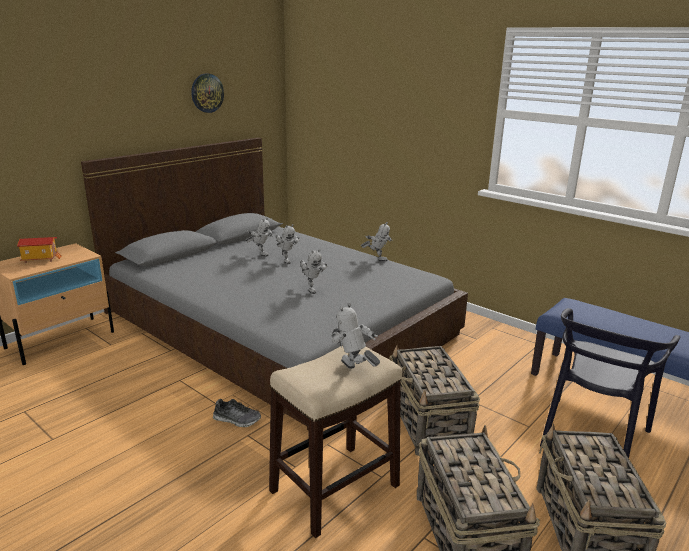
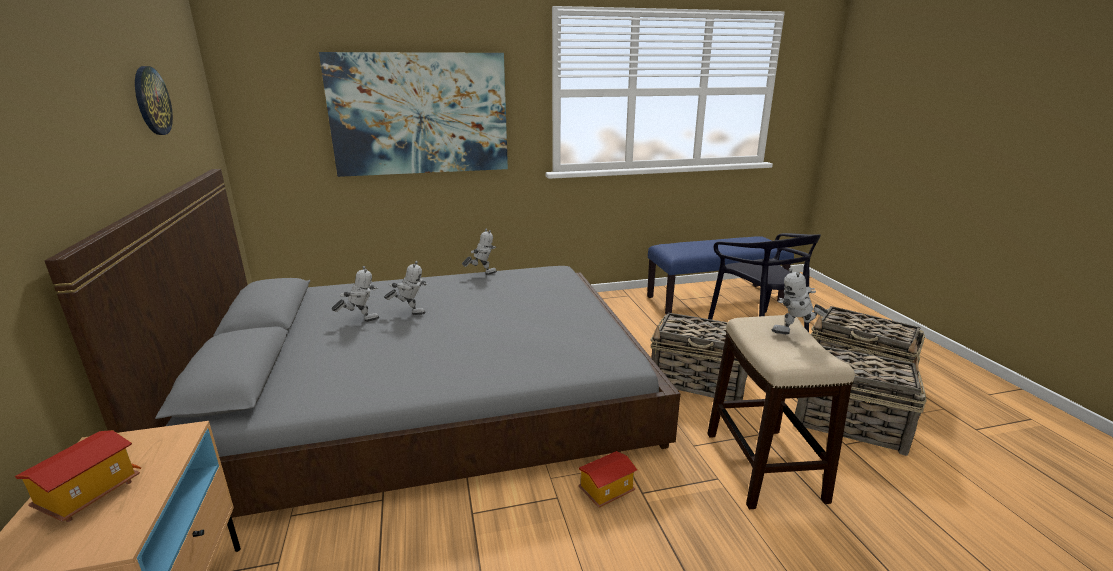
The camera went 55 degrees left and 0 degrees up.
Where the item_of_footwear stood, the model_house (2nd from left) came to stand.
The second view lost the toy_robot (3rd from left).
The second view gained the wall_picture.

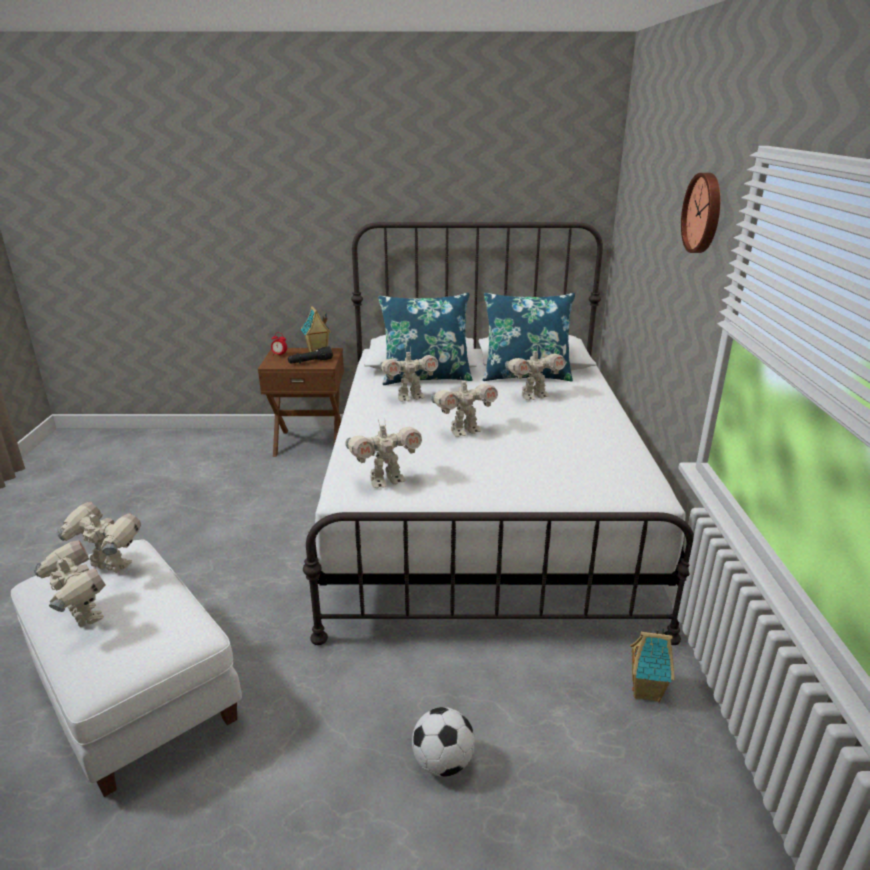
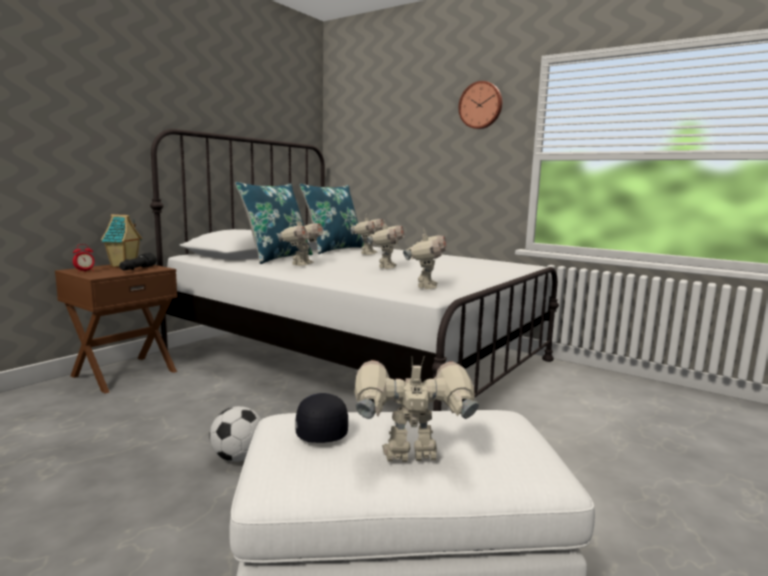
The camera went 55 degrees left and 15 degrees down.
Where the toy_robot (2nd from left) stood, the blackish_cap came to stand.
The football ended up elsewhere.
The second view lost the model_house (2nd from left).

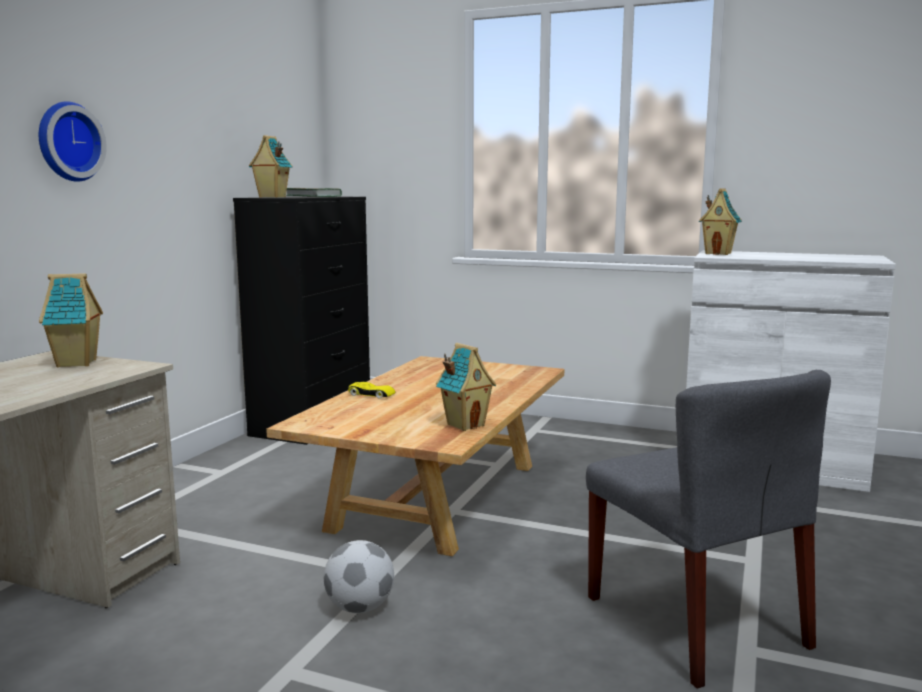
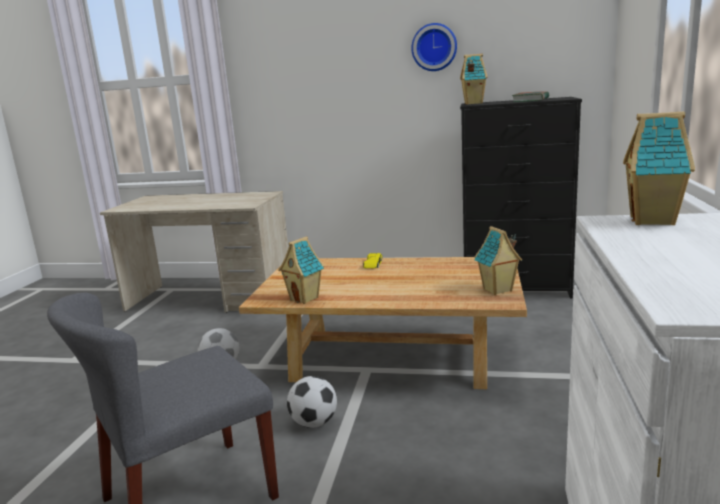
The camera went 80 degrees right and 5 degrees up.
The hanging_clock ended up elsewhere.
The model_house (1st from left in the first image) ended up elsewhere.
The second view gained the football (2nd from left).

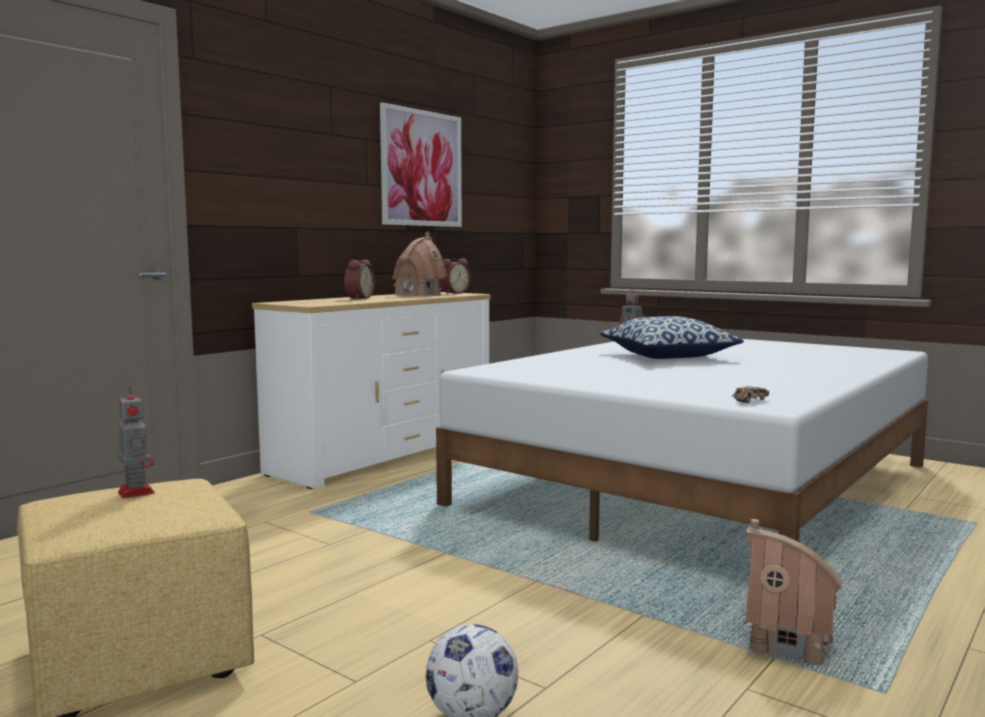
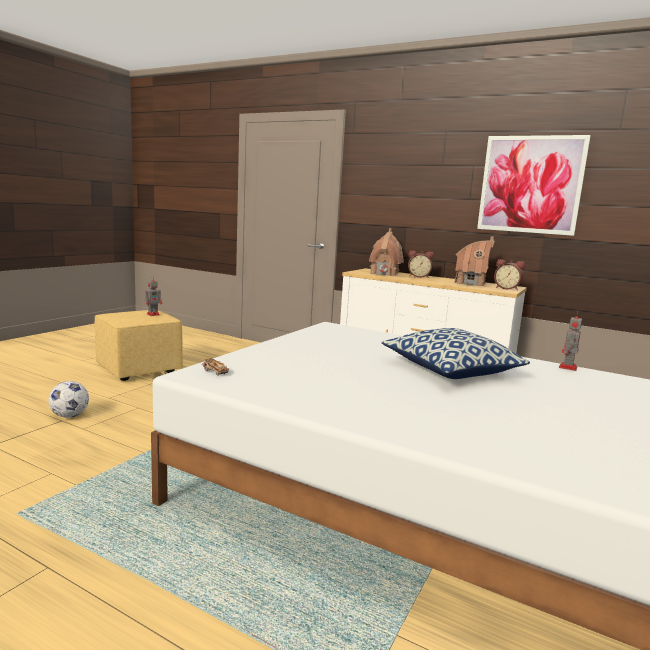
The camera went 80 degrees right and 5 degrees up.
The model_house (2nd from left in the first image) ended up elsewhere.

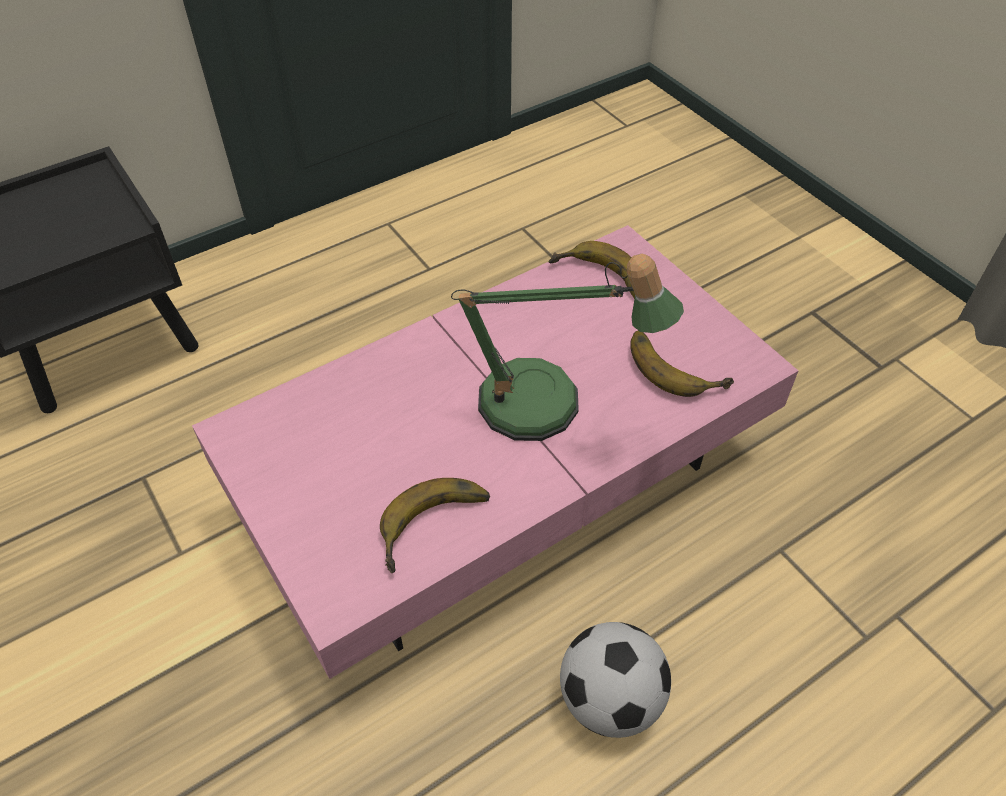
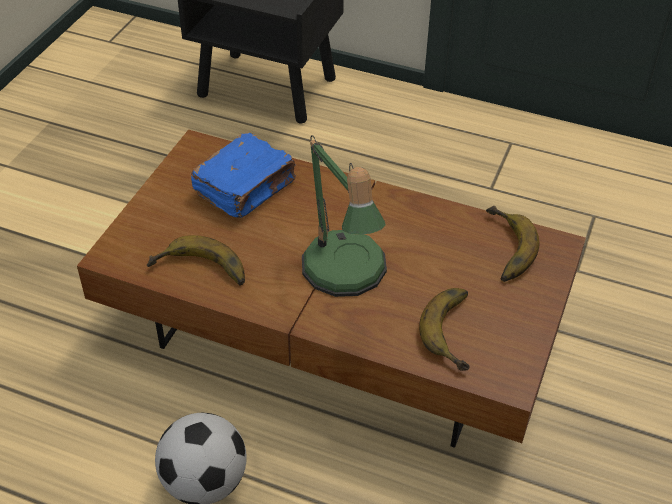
The camera went 55 degrees right and 5 degrees down.
What was the pink-coloured_coffee_table turned into the brown-coloured_coffee_table.
The second view gained the bluish_book.

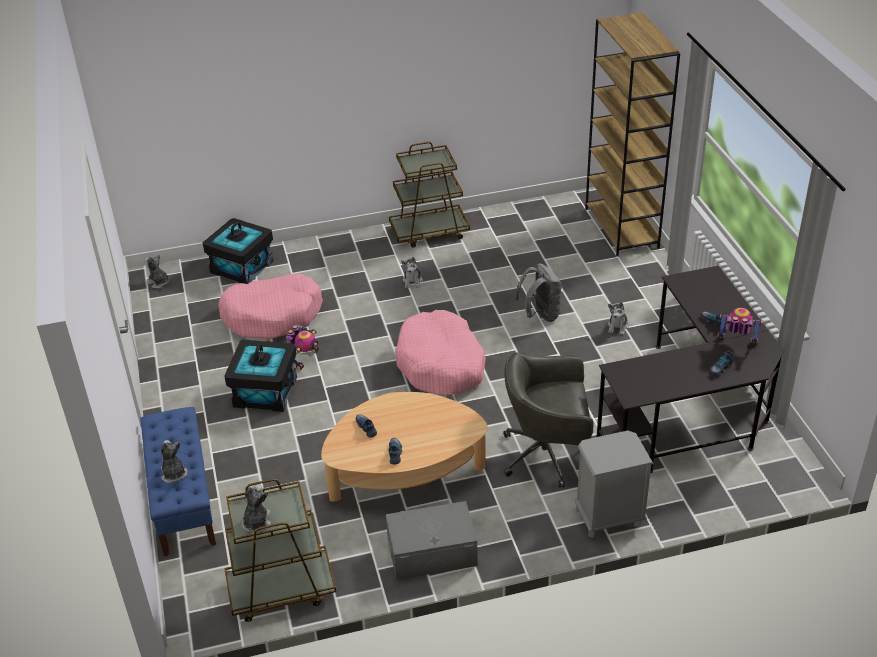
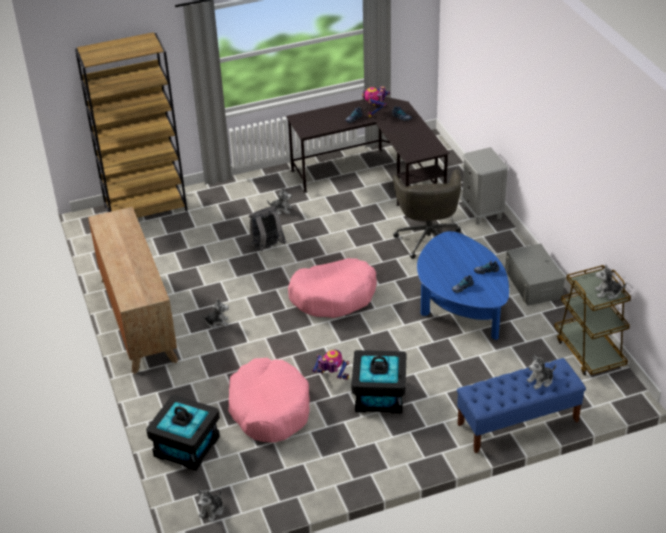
The camera went 95 degrees left and 0 degrees up.
What was the sand-coloured_coffee_table turned into the bluish_coffee_table.
Where the brown-coloured_cart (2nd from left) stood, the brown-coloured_chest_of_drawers came to stand.

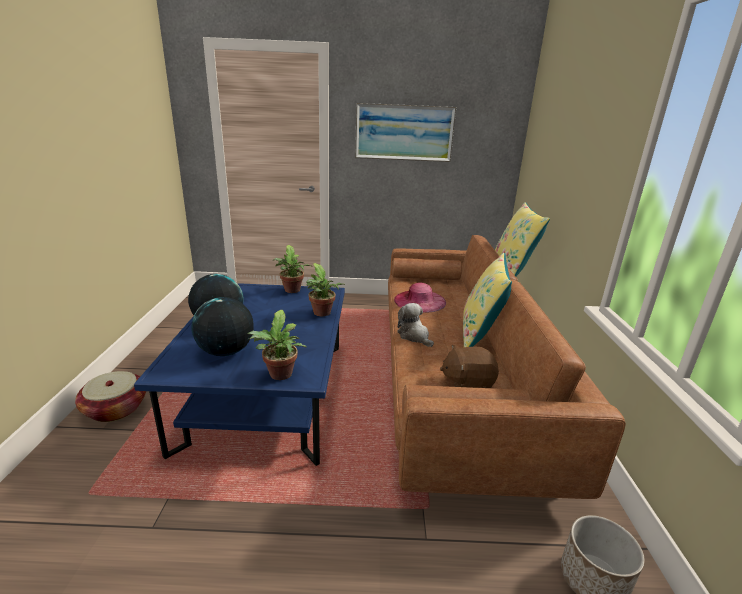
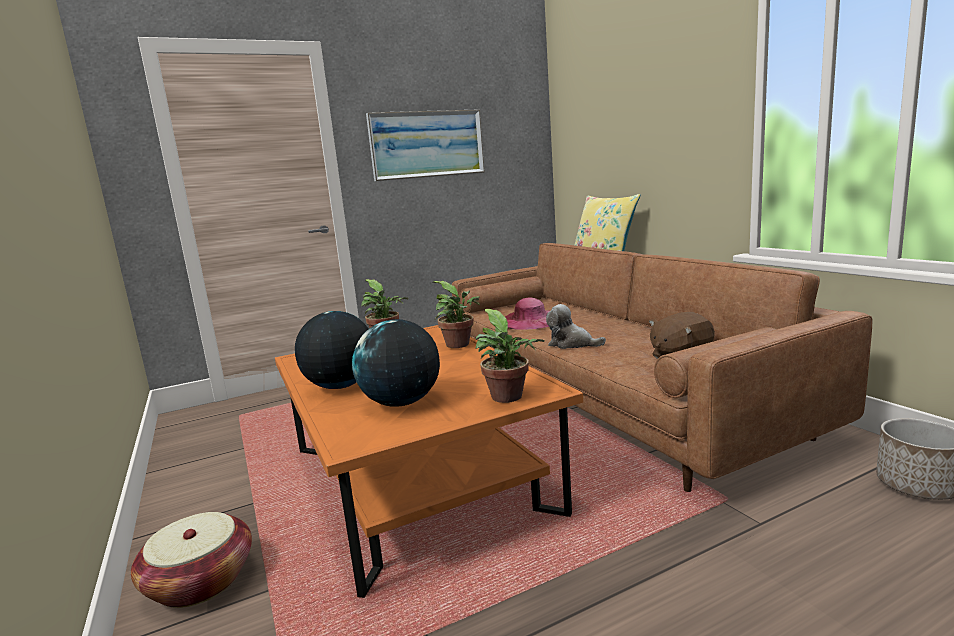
The camera went 25 degrees left and 10 degrees down.
What was the bluish_coffee_table turned into the orange-coloured_coffee_table.
The second view lost the yellow_cushion (1st from left).

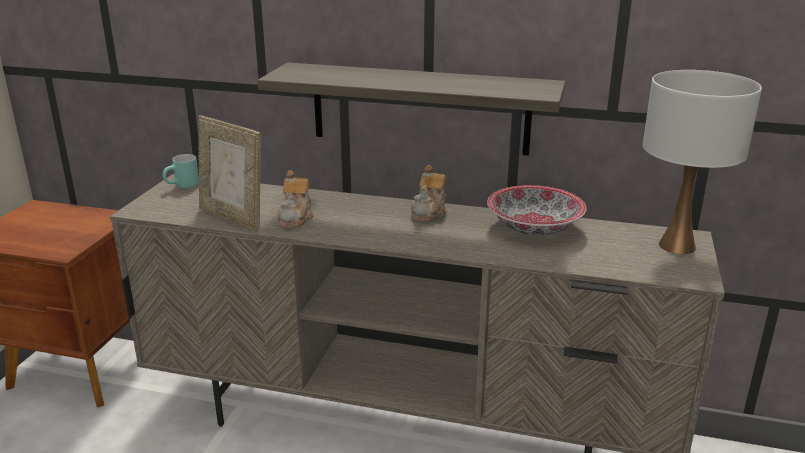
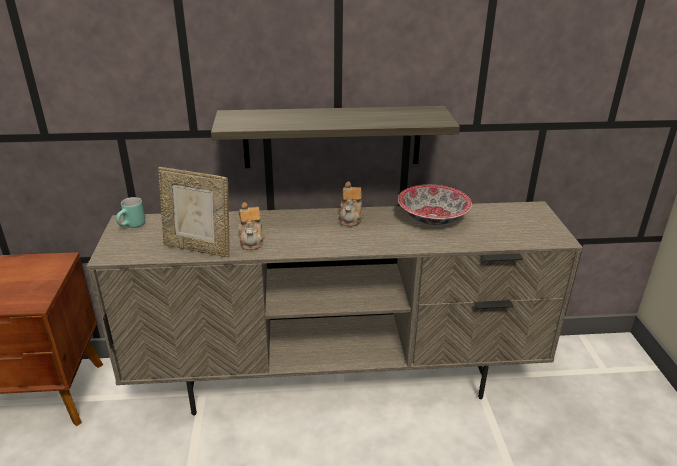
The camera went 20 degrees left and 5 degrees up.
The second view lost the white-coloured_table_lamp.

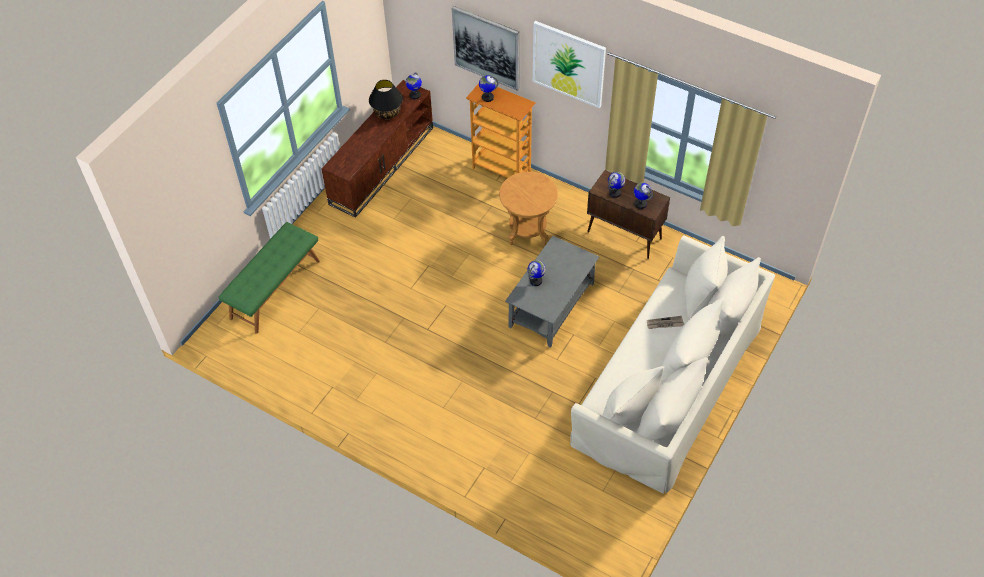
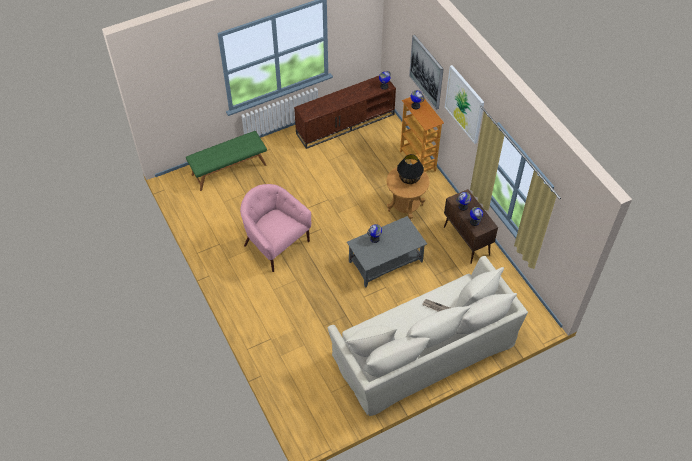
The camera went 30 degrees right and 0 degrees up.
The blackish_table_lamp ended up elsewhere.
The second view gained the pink-coloured_lounge_chair.

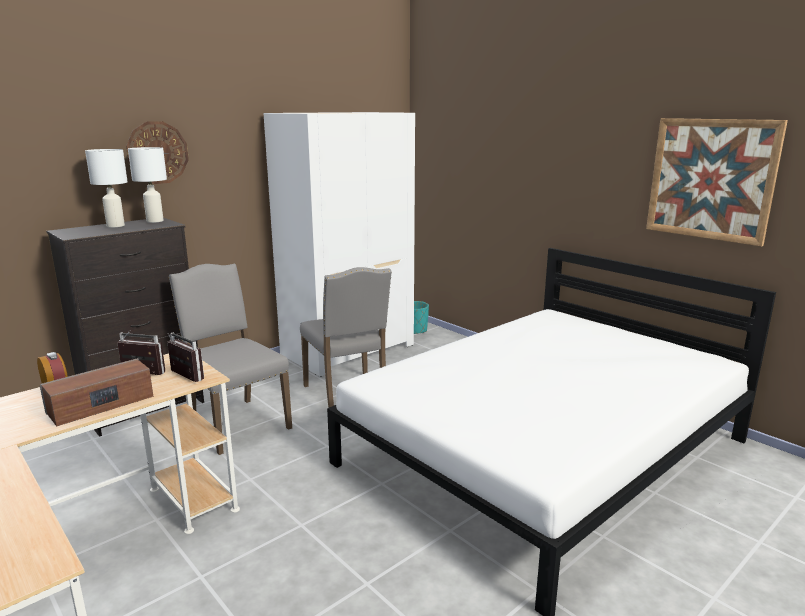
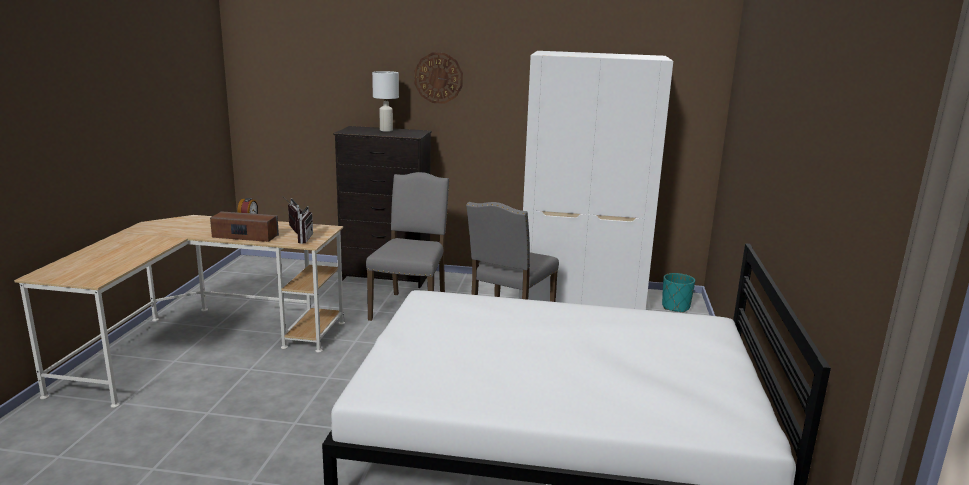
The camera went 50 degrees right and 0 degrees up.
The second view lost the white-coloured_table_lamp (2nd from left).
The second view lost the wall_picture.

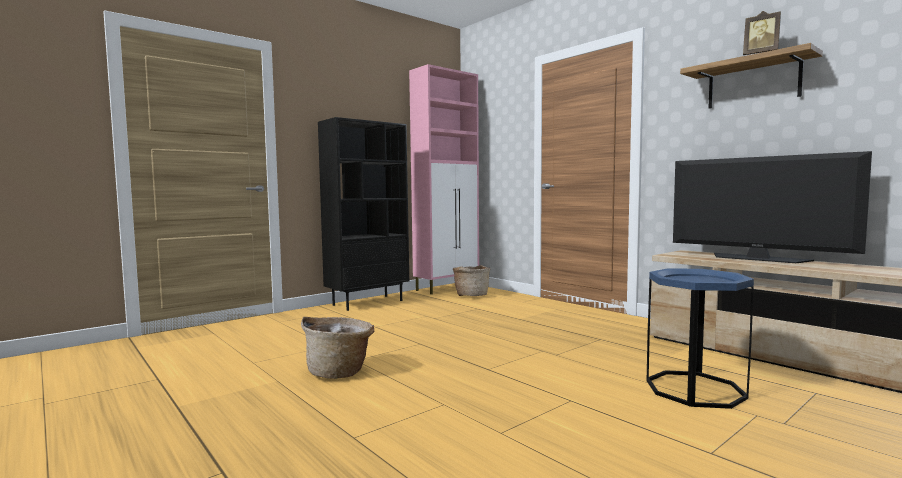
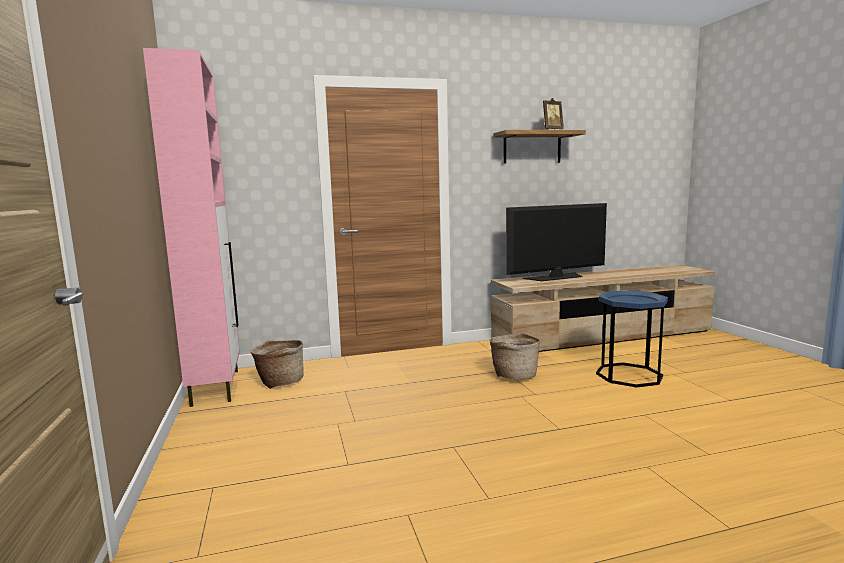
The camera went 65 degrees left and 5 degrees up.
The storage_basket (1st from left in the first image) ended up elsewhere.
The second view lost the blackish_bookcase.

